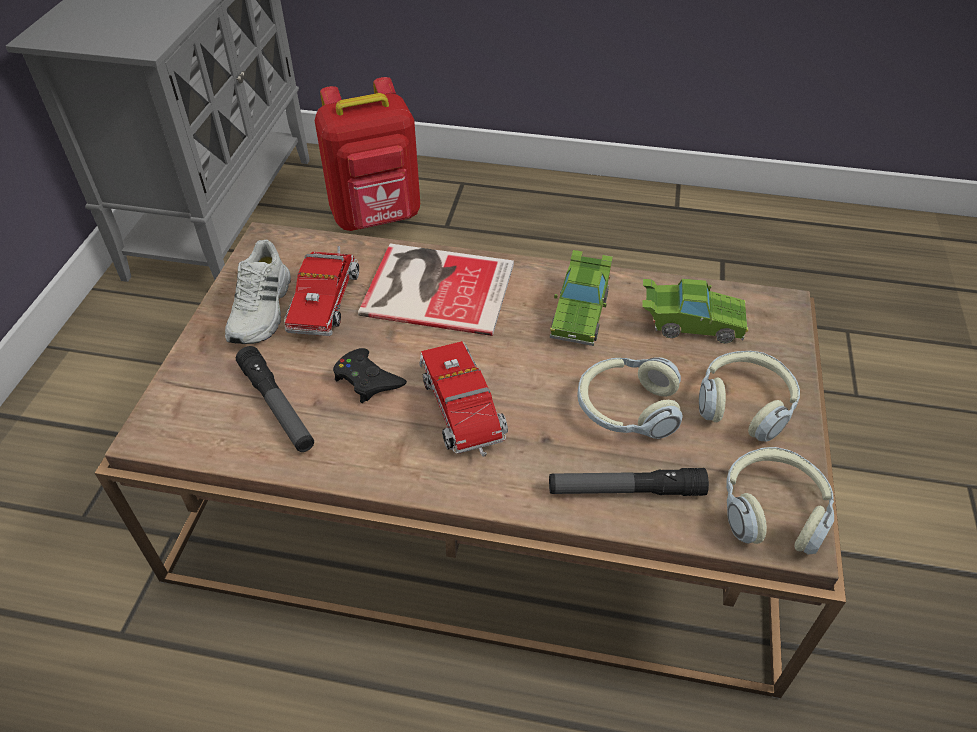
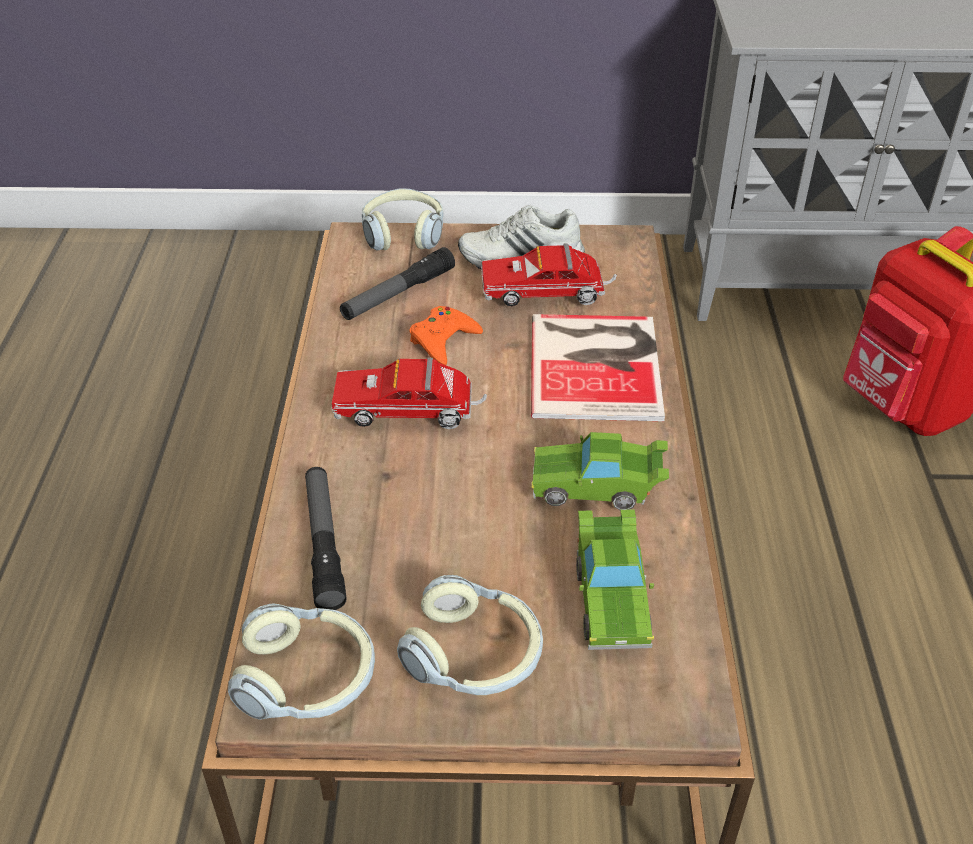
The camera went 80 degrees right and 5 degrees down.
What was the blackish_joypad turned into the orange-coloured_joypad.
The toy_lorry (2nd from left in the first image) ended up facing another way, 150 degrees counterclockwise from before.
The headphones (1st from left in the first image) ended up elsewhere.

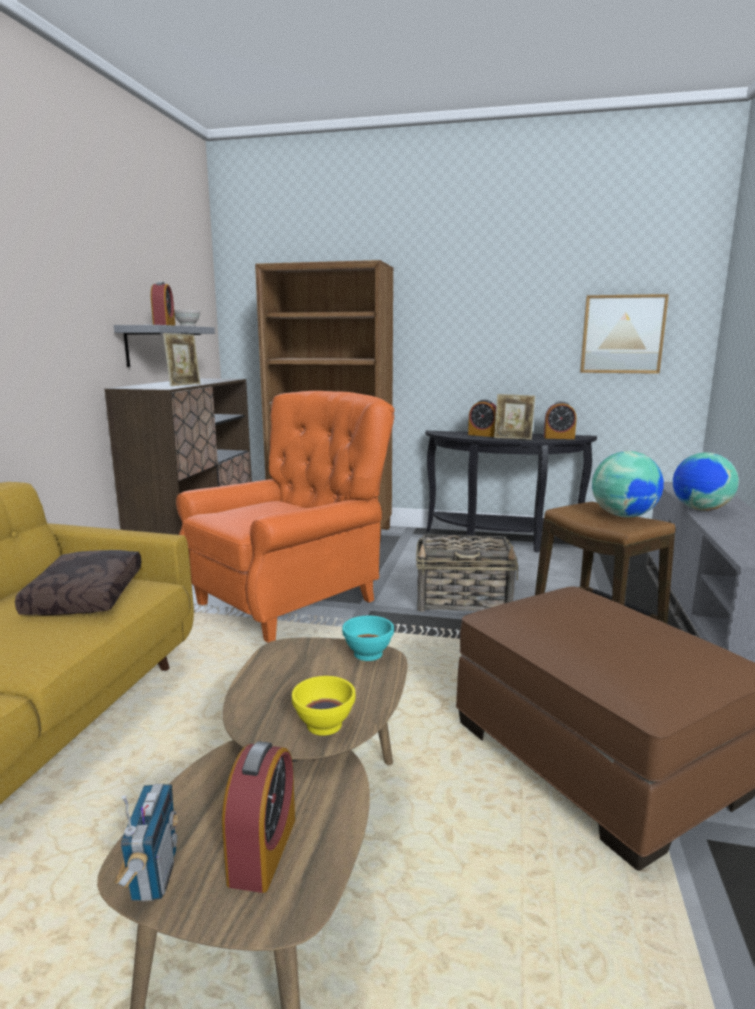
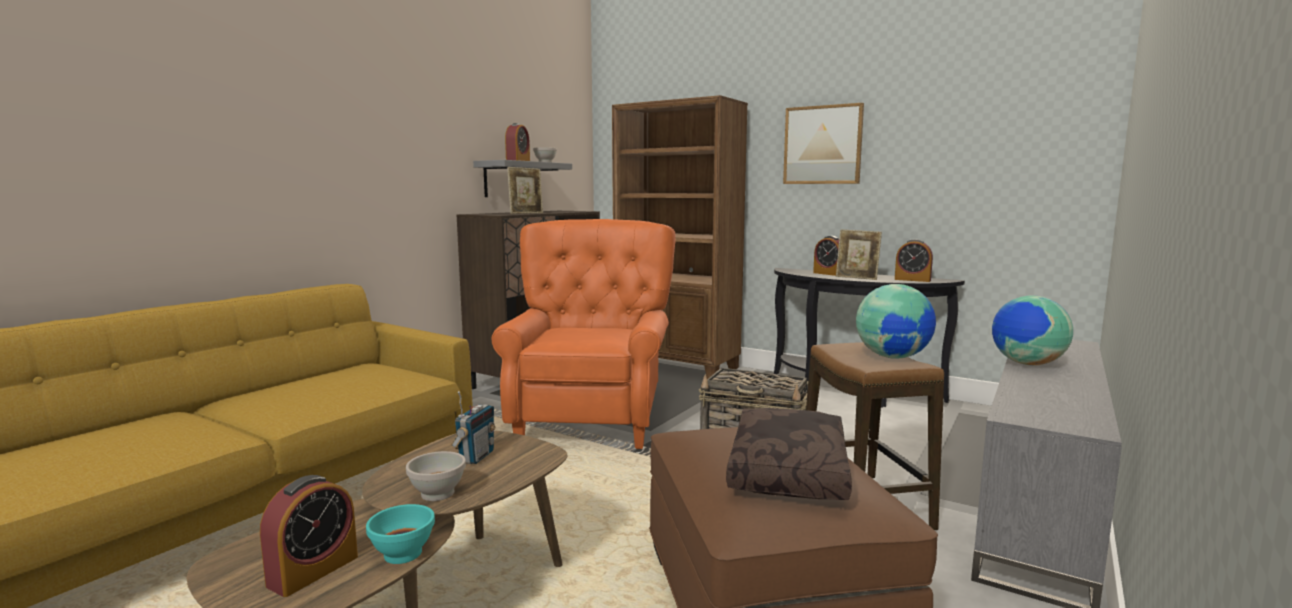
The camera went 20 degrees right and 5 degrees down.
The brown-coloured_cushion ended up elsewhere.
The radio_set ended up elsewhere.
The orange-coloured_lounge_chair ended up facing another way, 60 degrees counterclockwise from before.
What was the yellow_bowl turned into the white-coloured_bowl (1st from left).
The turquoise_bowl ended up elsewhere.
The wall_picture ended up elsewhere.

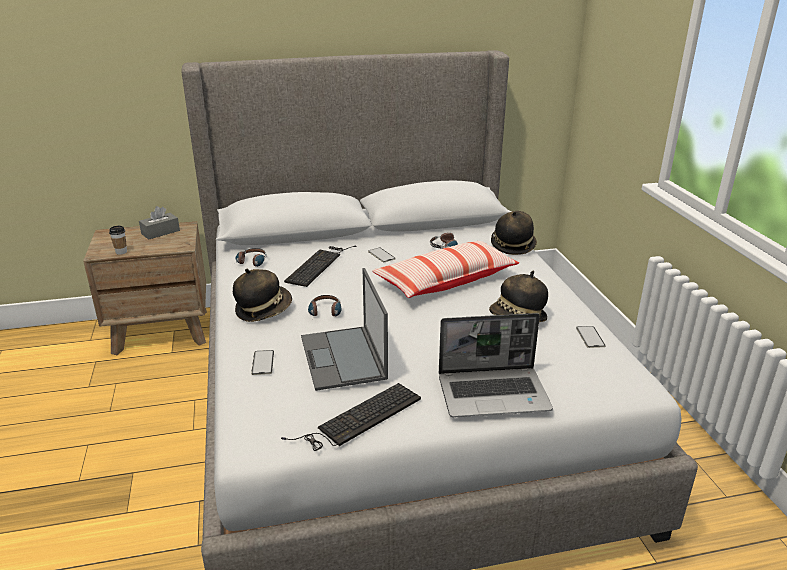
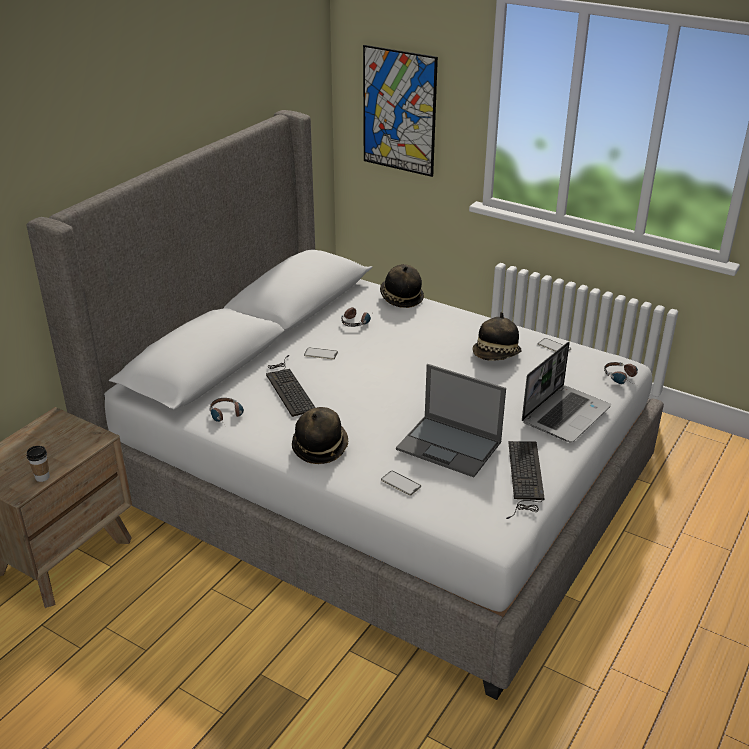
The camera went 45 degrees left and 5 degrees up.
The second view lost the gray_tissue_holder.
The headphones (2nd from left in the first image) ended up elsewhere.
The second view lost the cushion.
The second view gained the wall_picture.

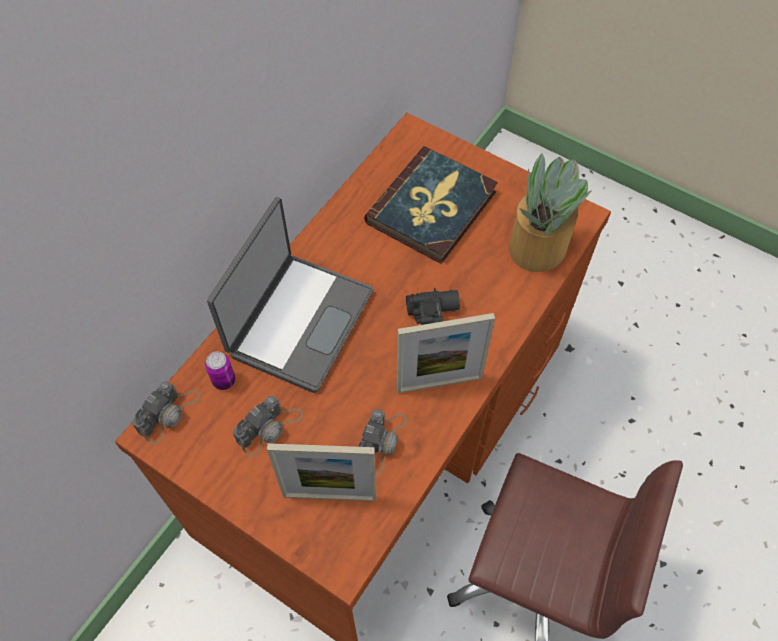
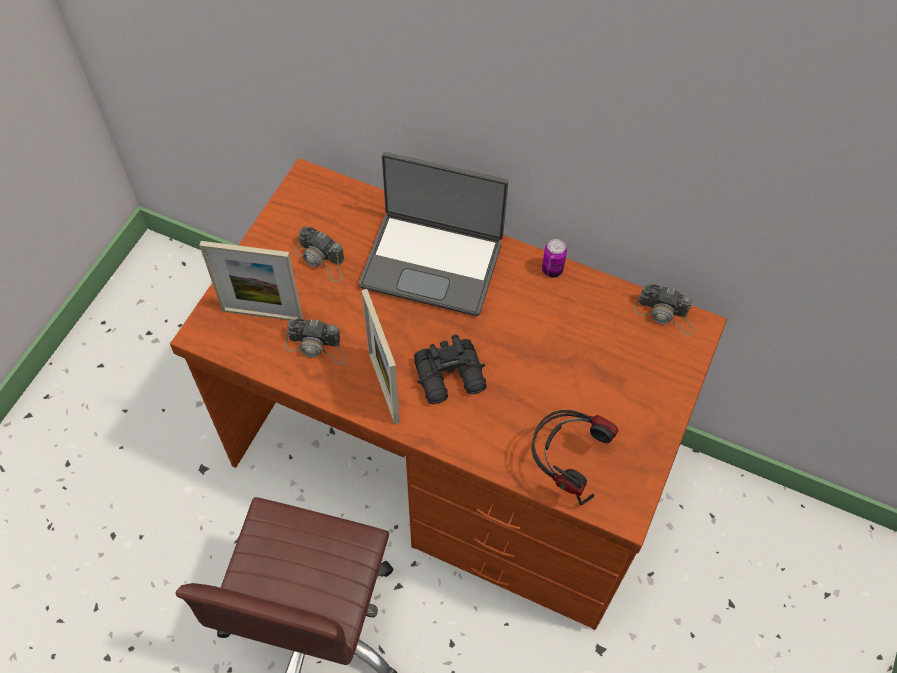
The camera went 80 degrees right and 0 degrees up.
The still_camera (1st from left in the first image) ended up elsewhere.
The sealed_can ended up elsewhere.
The picture_frame (1st from left) ended up facing another way, 75 degrees counterclockwise from before.
The second view lost the book.
Where the plant_in_a_pot stood, the headphones came to stand.

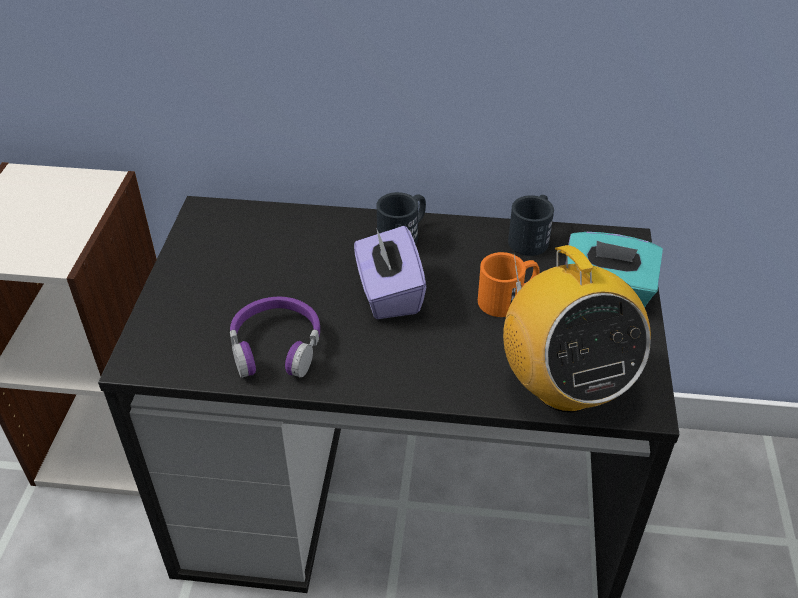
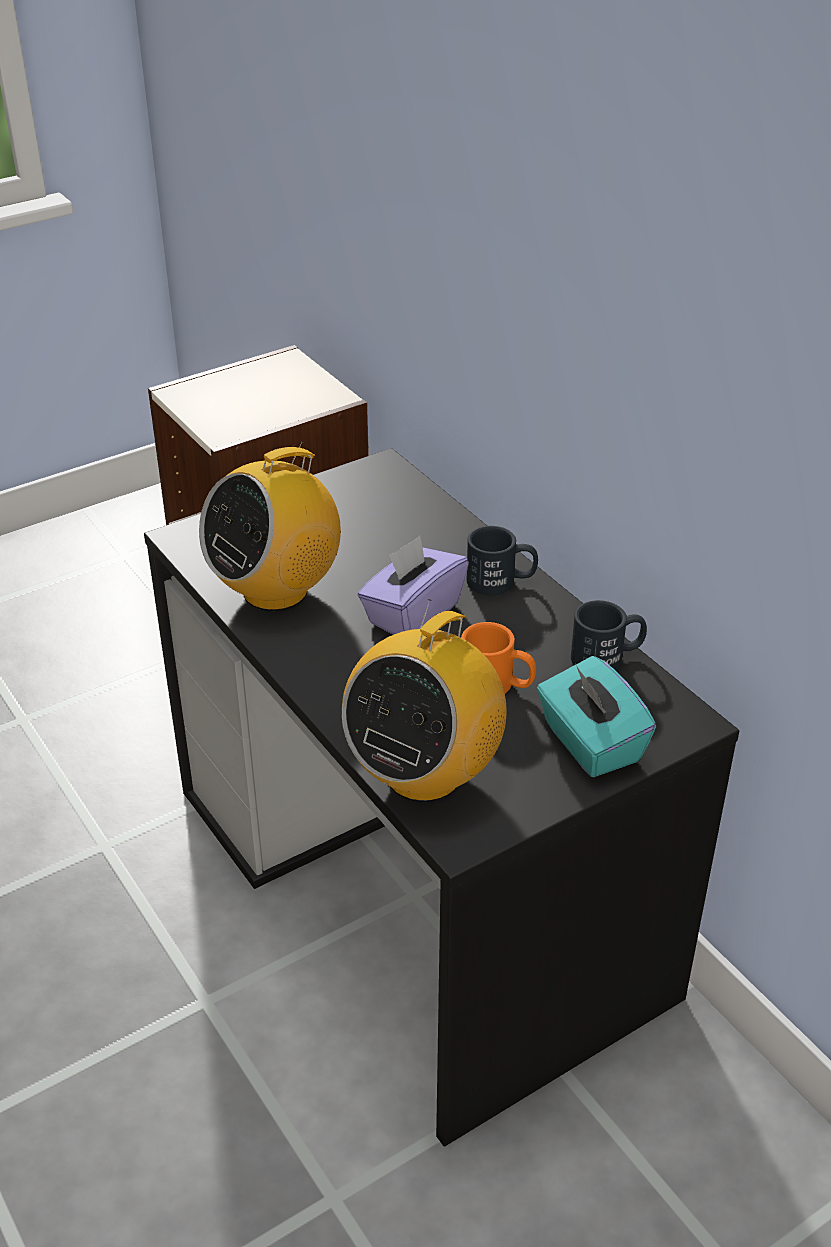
The camera went 50 degrees right and 5 degrees down.
Where the purple-coloured_headphones stood, the radio_set (1st from left) came to stand.

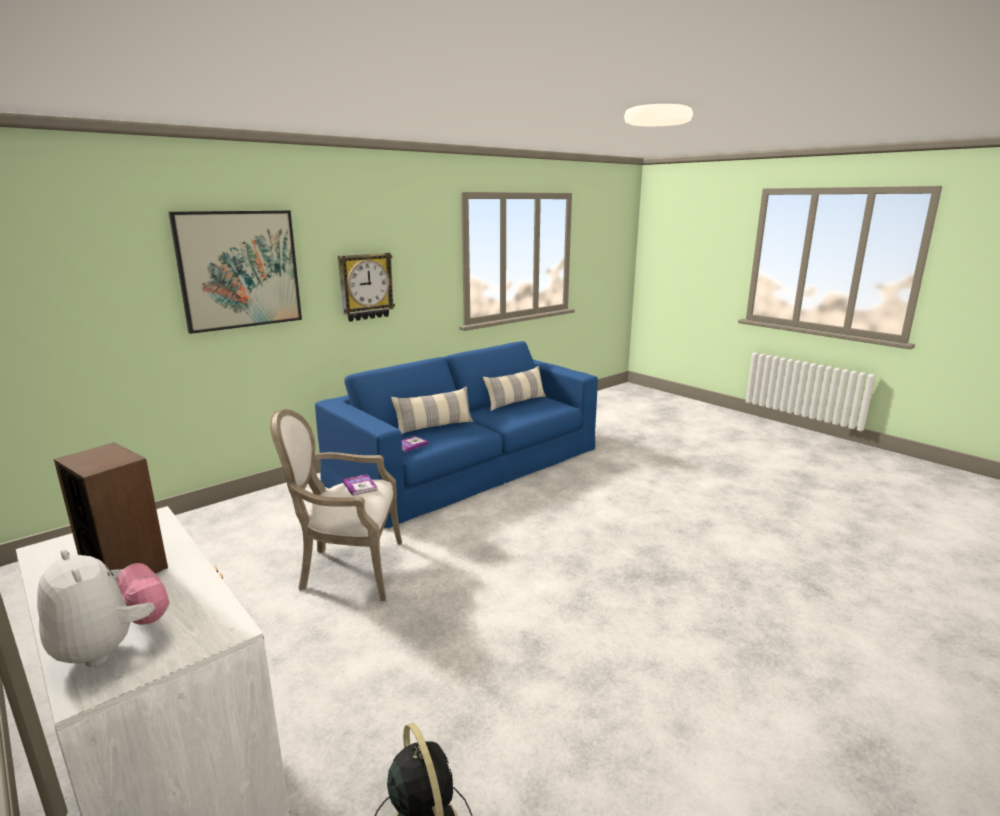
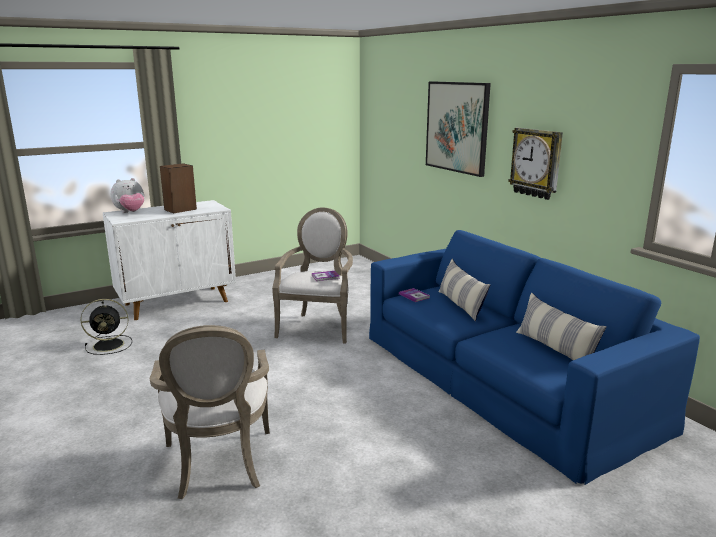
The camera went 100 degrees right and 0 degrees up.
The second view gained the lounge_chair (1st from left).

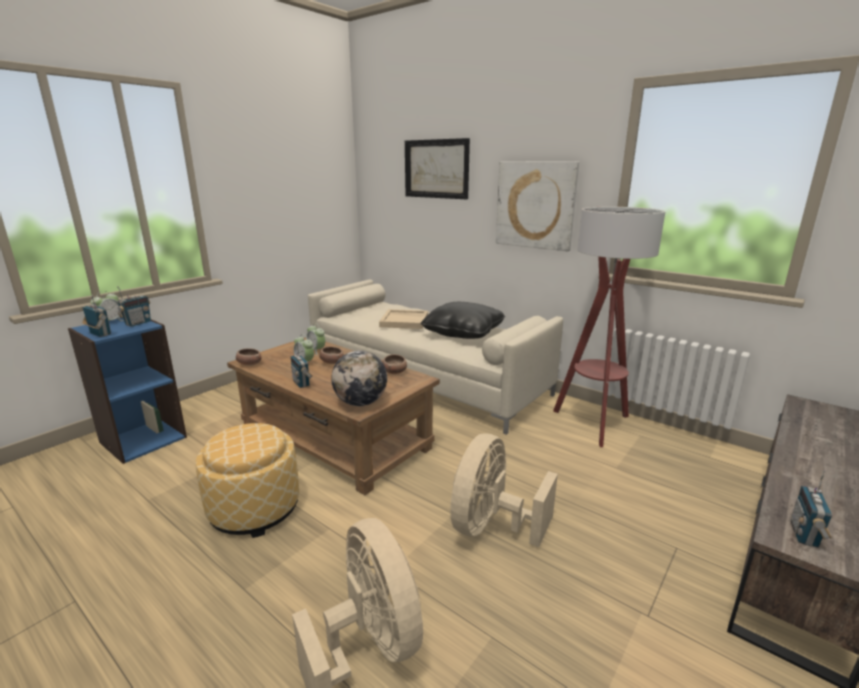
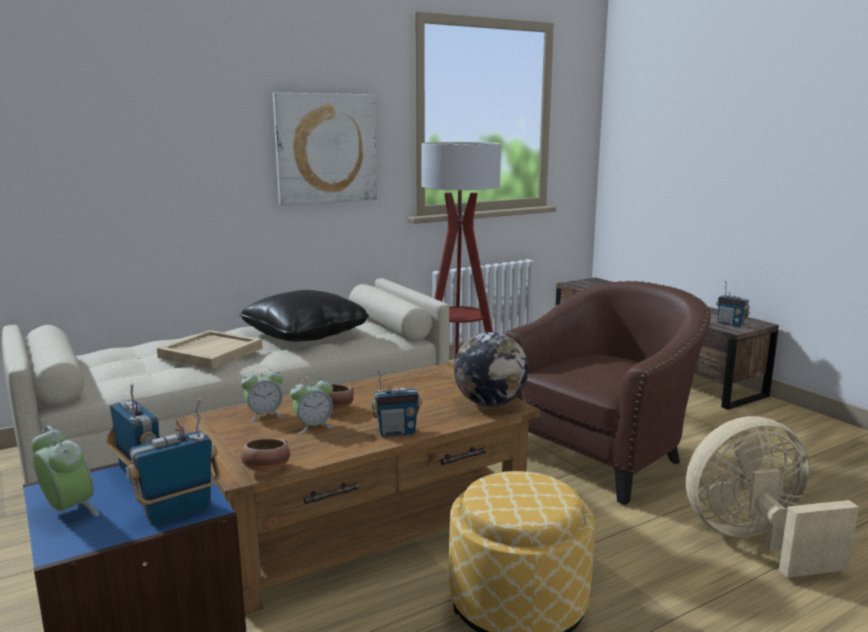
The camera went 70 degrees left and 5 degrees down.
The second view lost the bowl (3rd from left).
The second view lost the wall_picture (1st from left).
Where the sand-coloured_cooling_fan (2nd from left) stood, the brown-coloured_lounge_chair came to stand.

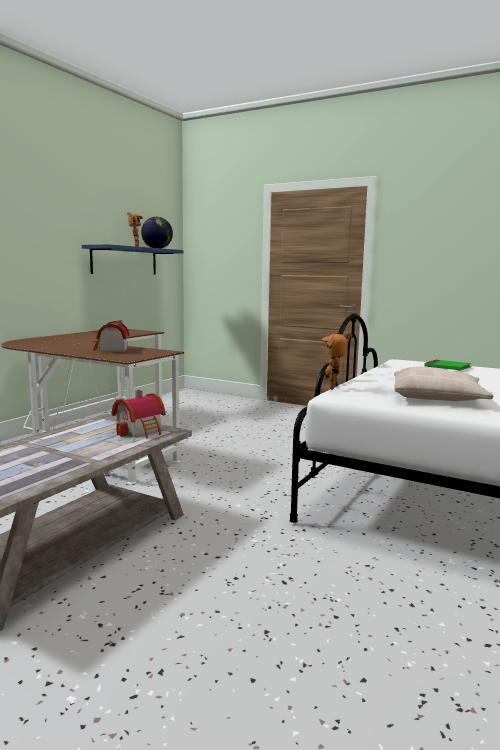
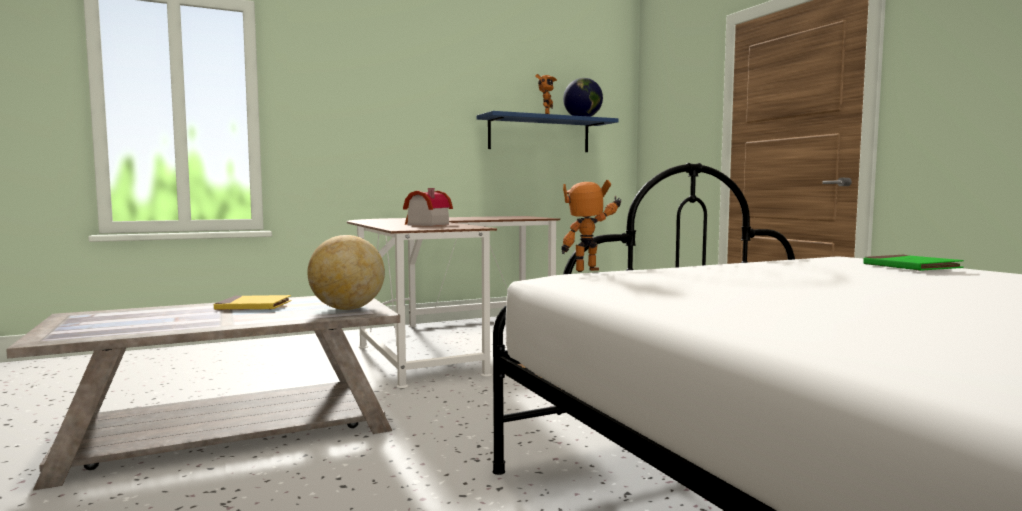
The camera went 35 degrees right and 5 degrees down.
Where the model_house (2nd from left) stood, the desk_globe (1st from left) came to stand.
The second view lost the sand-coloured_cushion.
The second view gained the yellow_book.

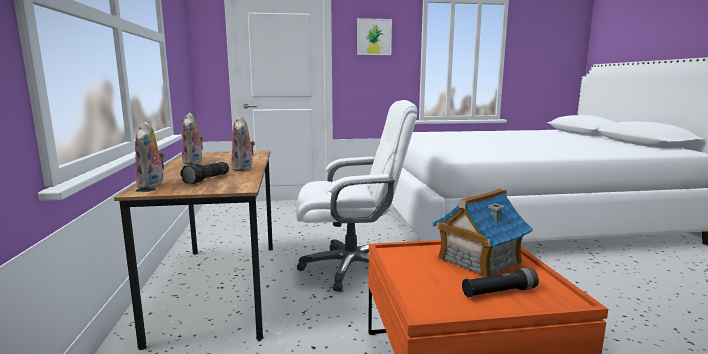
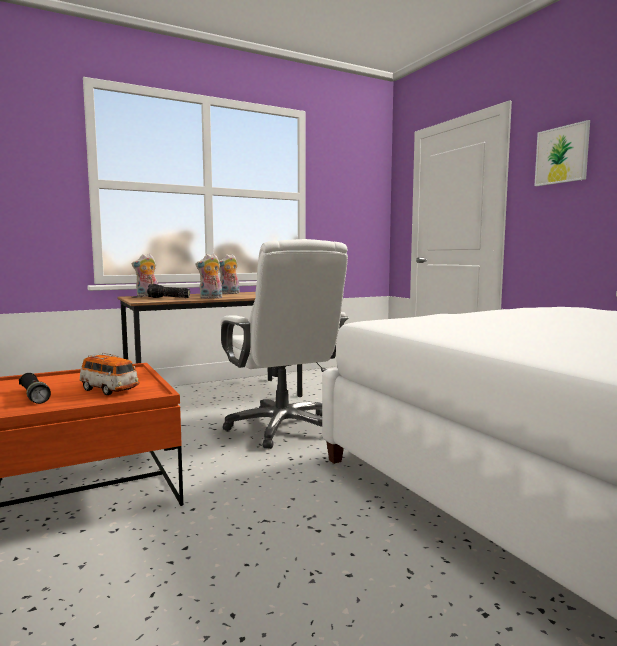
The camera went 70 degrees right and 5 degrees down.
Where the model_house stood, the miniature_car came to stand.

